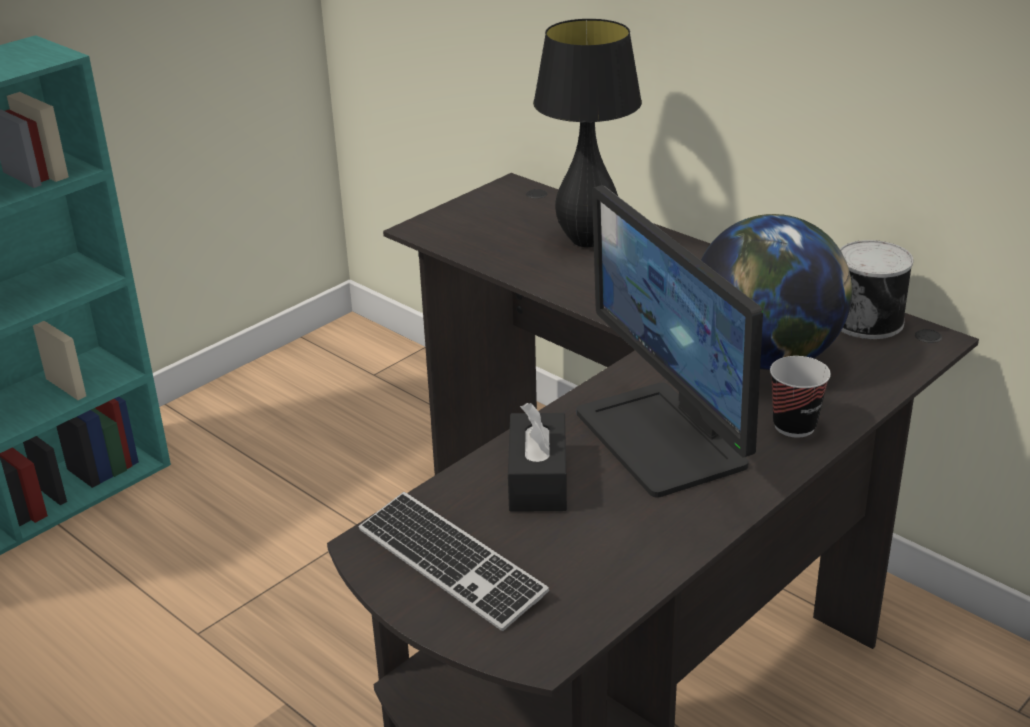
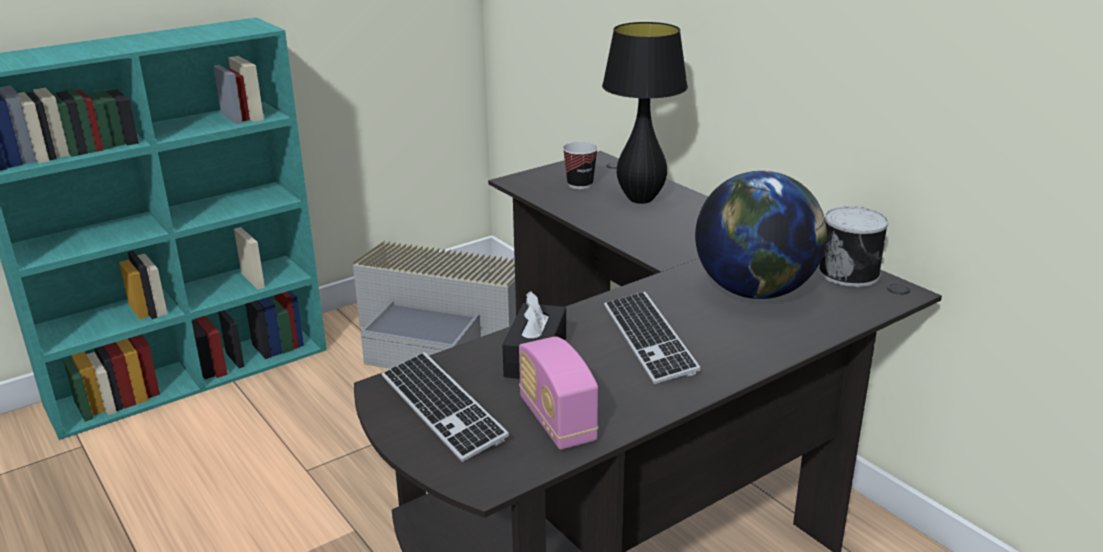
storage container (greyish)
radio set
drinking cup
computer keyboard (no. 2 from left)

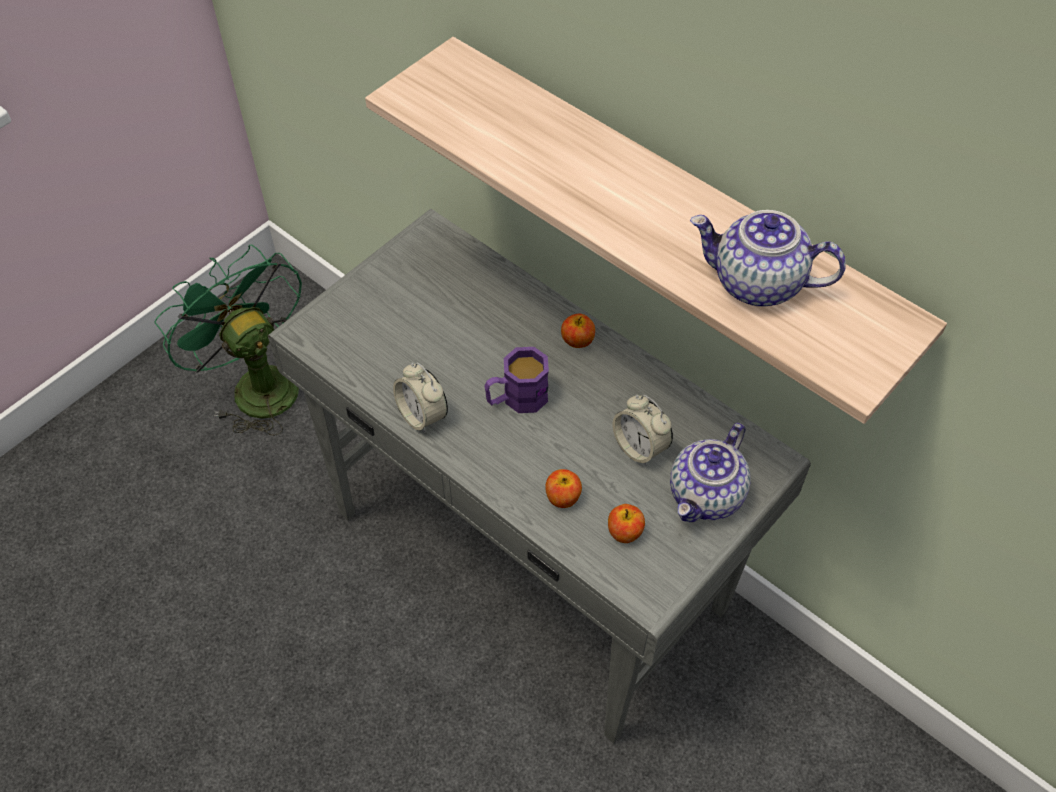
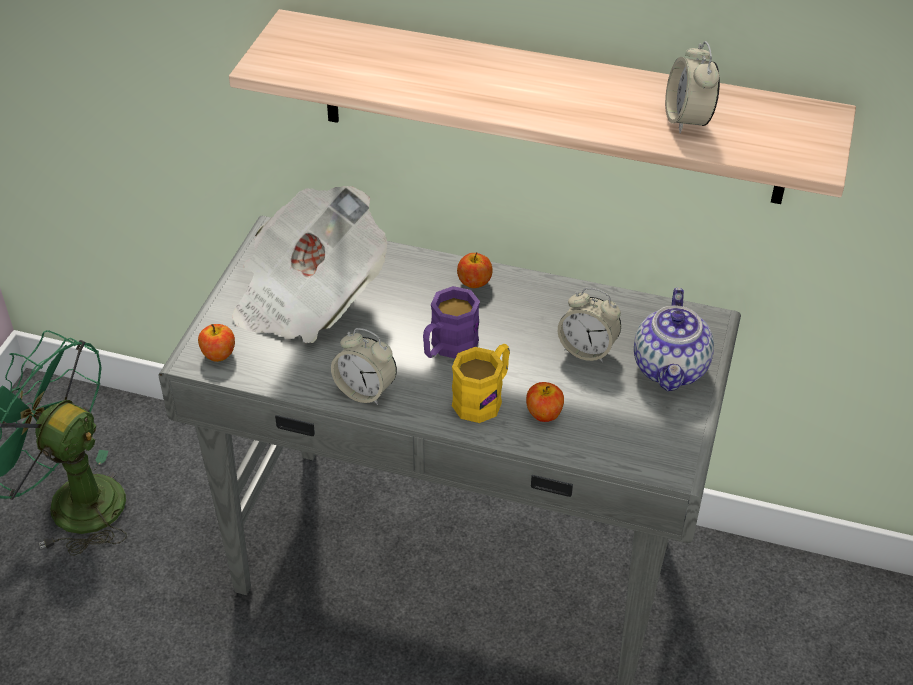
apple fruit (no. 1 from left)
printed paper
mug (yellow)
bedside clock (no. 3 from left)

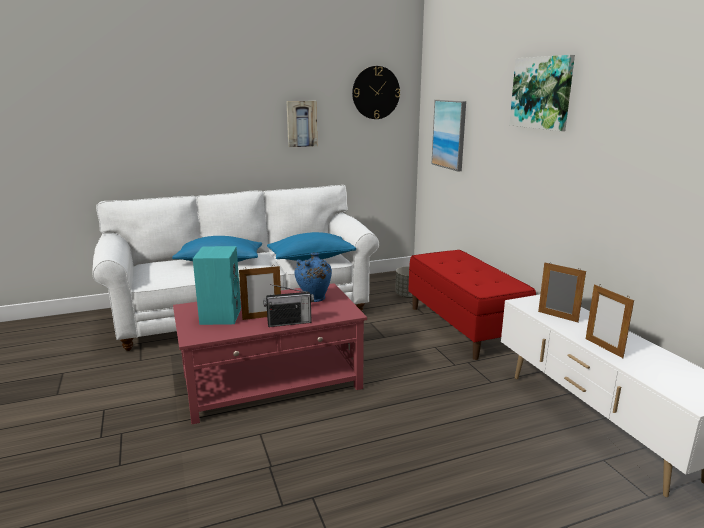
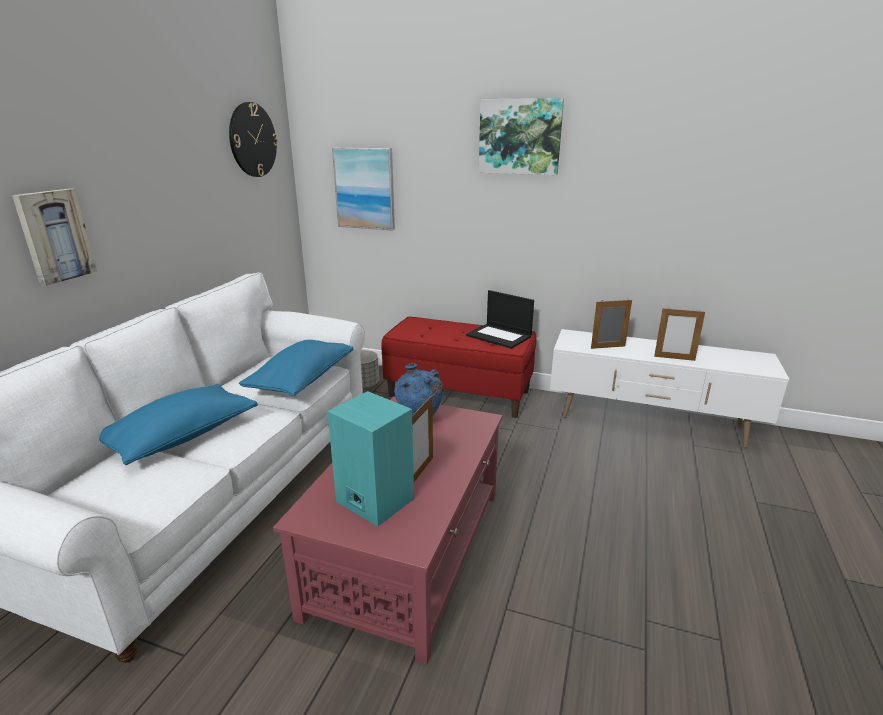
wall art (no. 1 from left)
laptop
radio set

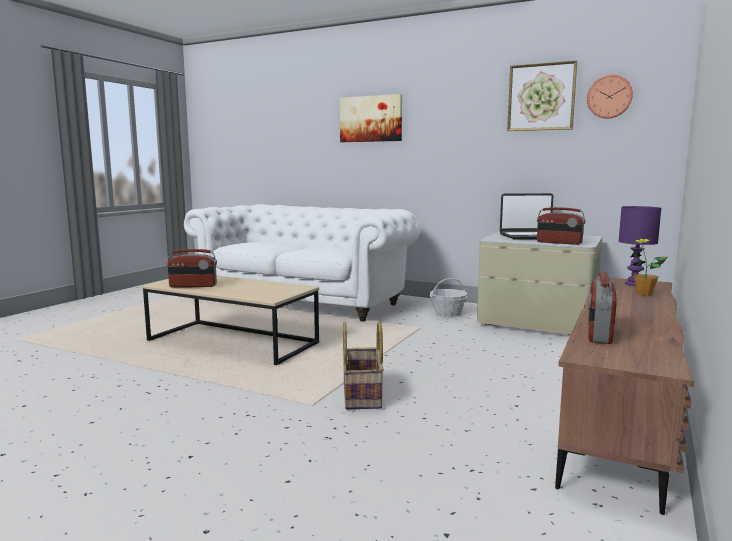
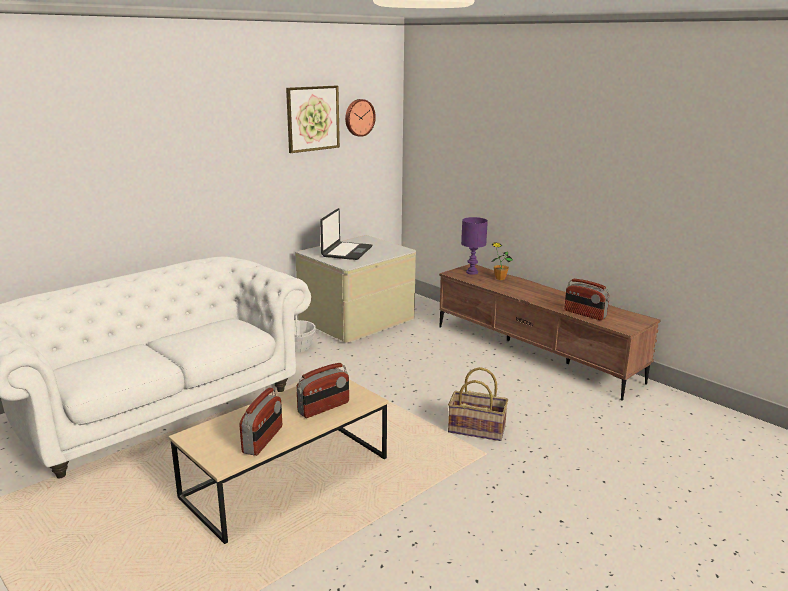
radio set (no. 2 from left)
wall art (no. 1 from left in the first image)

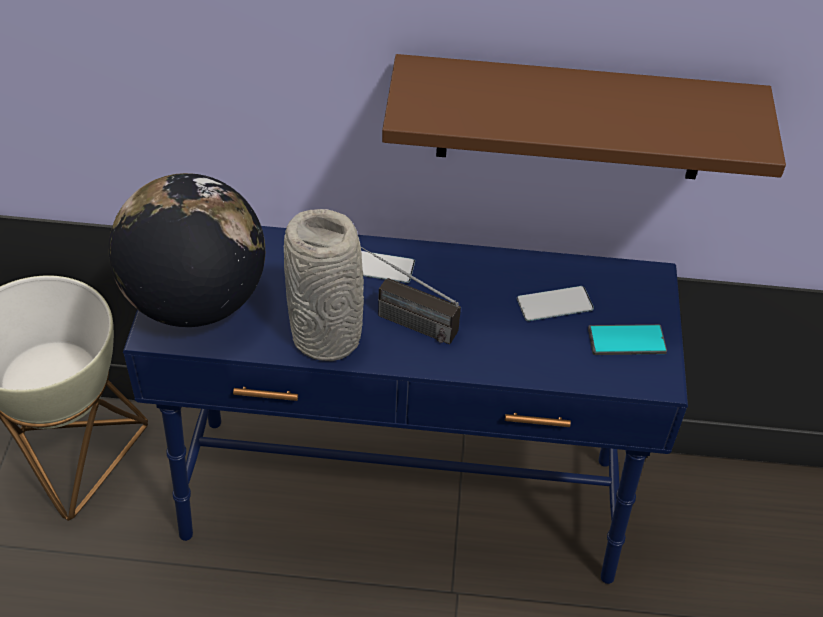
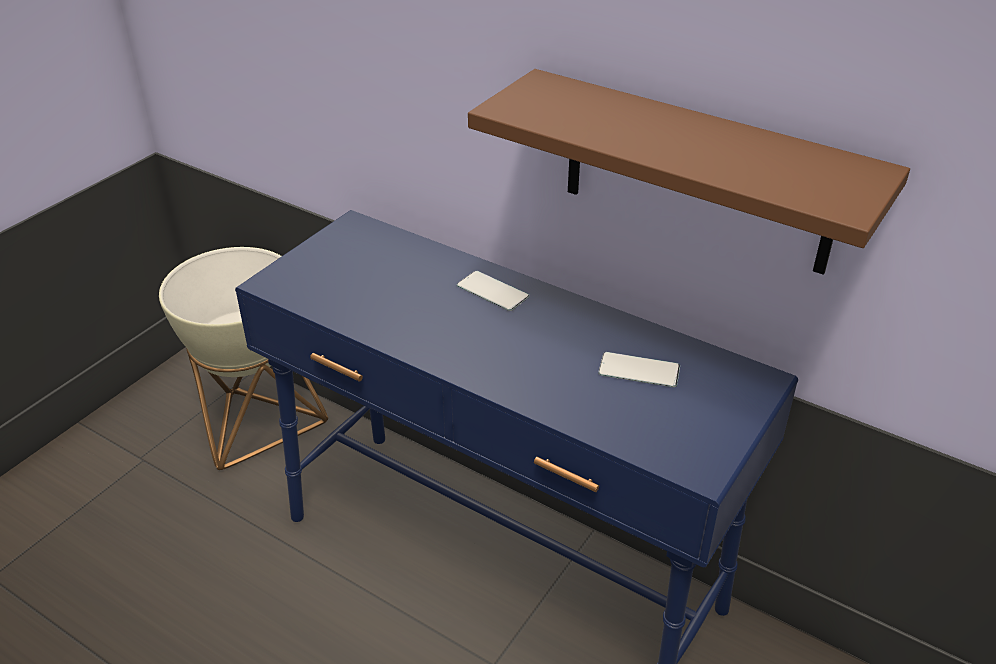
globe
decorative vase (greyish)
radio set
telephone (no. 3 from left in the first image)

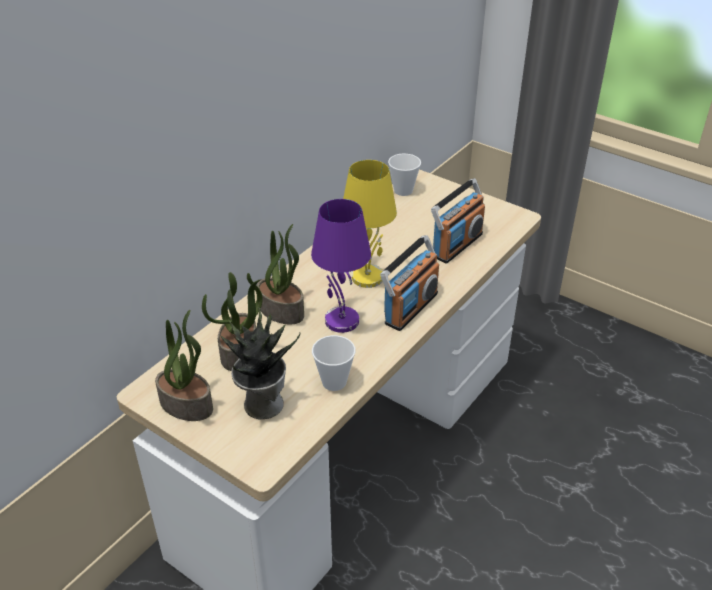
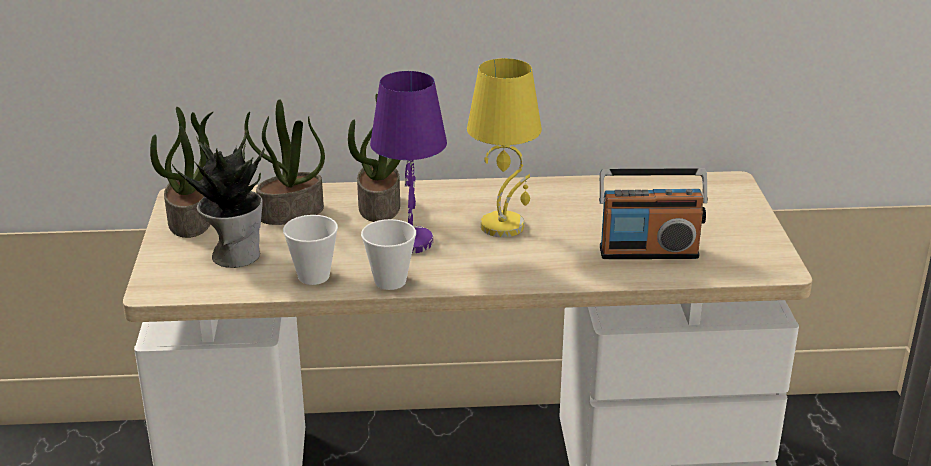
drinking cup (no. 2 from left)
radio set (no. 1 from left in the first image)

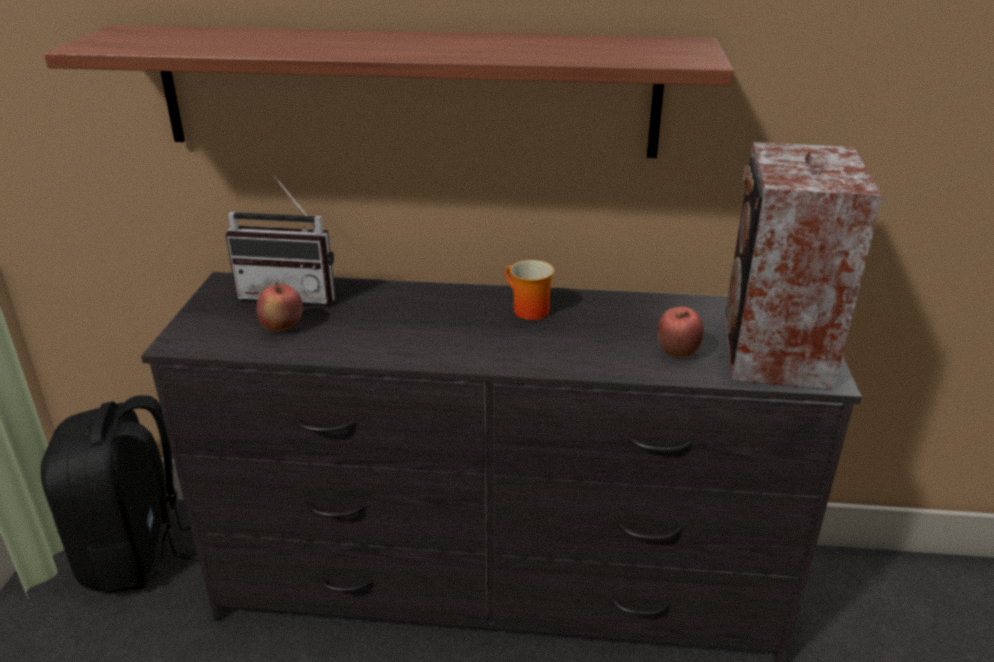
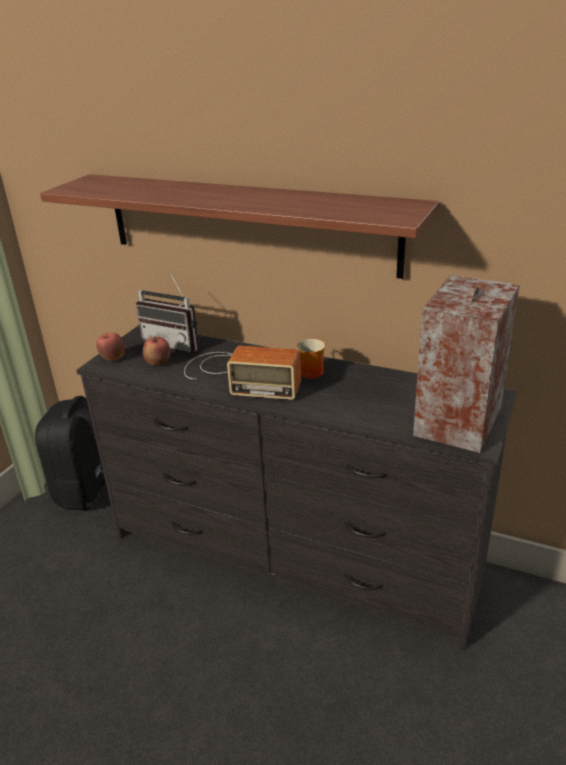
apple fruit (no. 1 from left)
radio set (no. 2 from left)

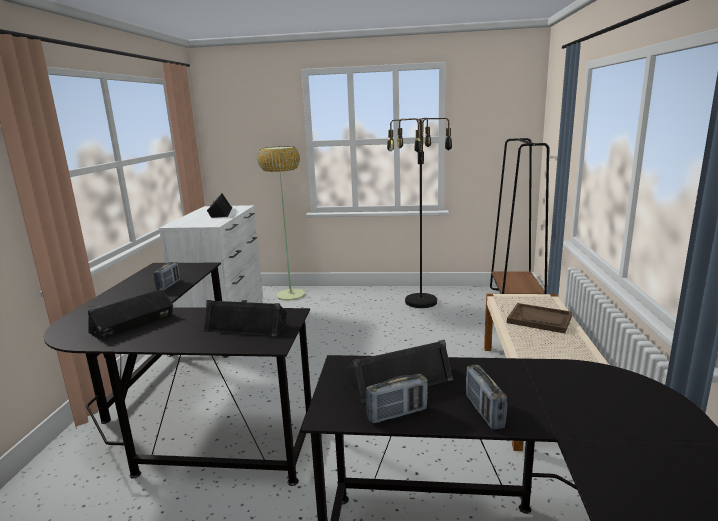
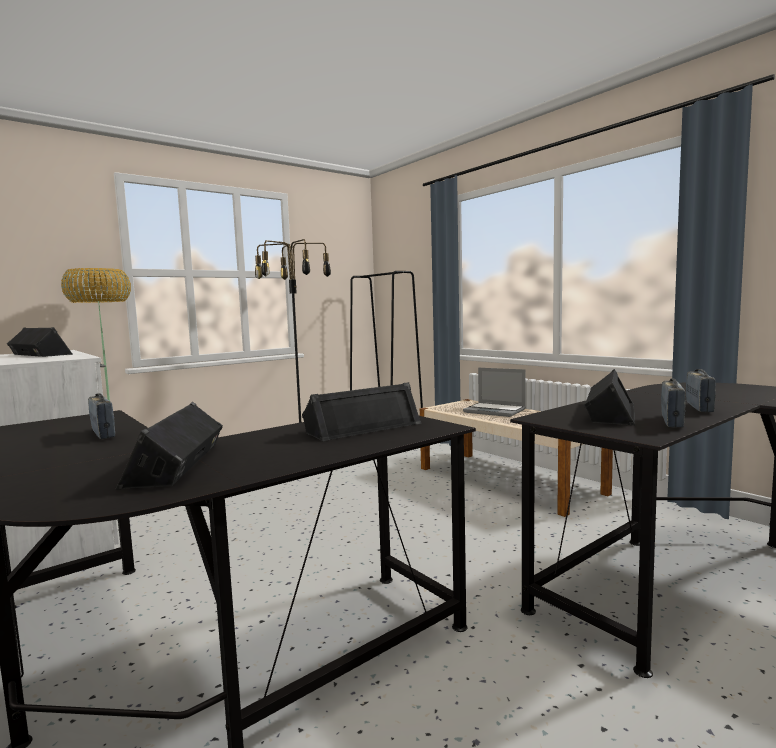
laptop
radio set (no. 3 from left)

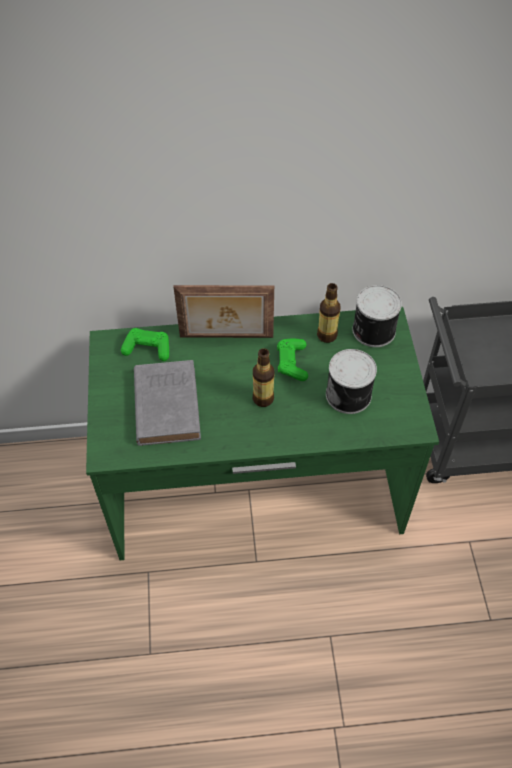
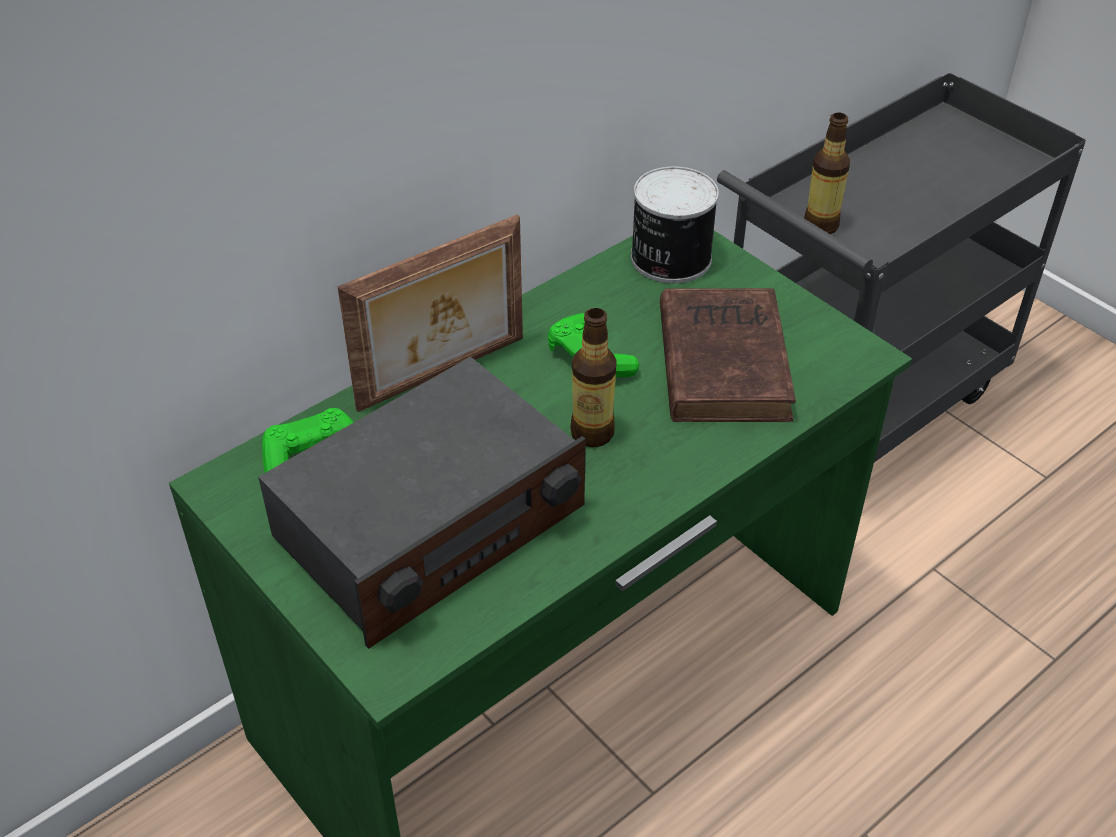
radio set
volume (brownish)
beverage bottle (no. 2 from left)

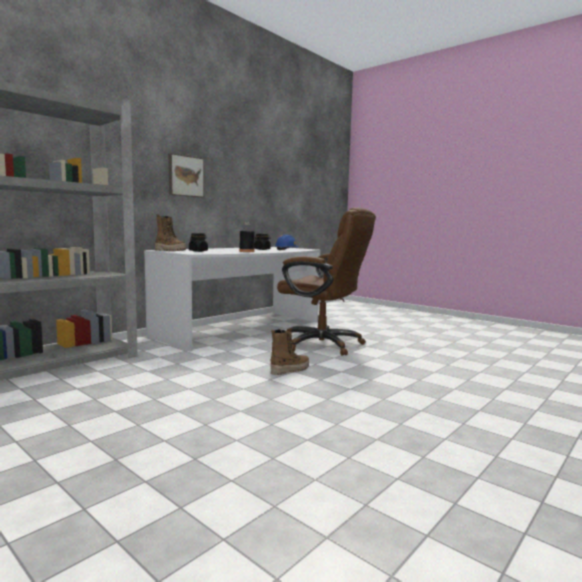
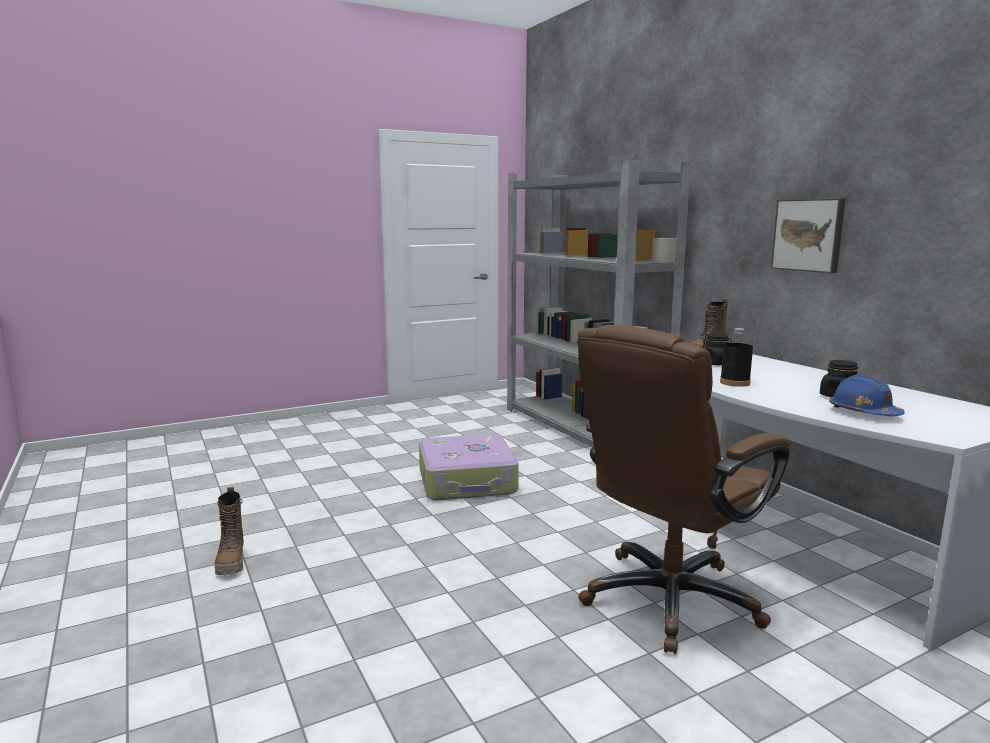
tall boot (no. 1 from left)
travel case

